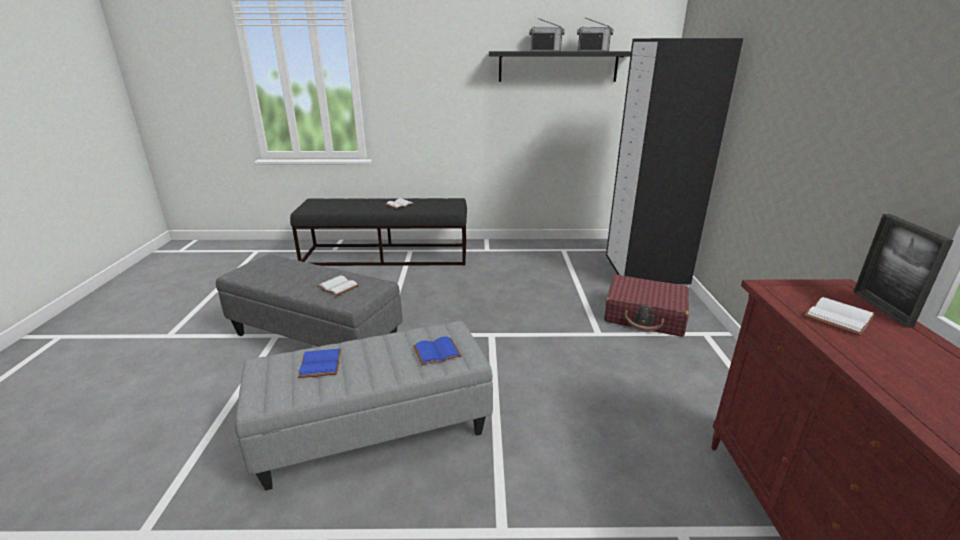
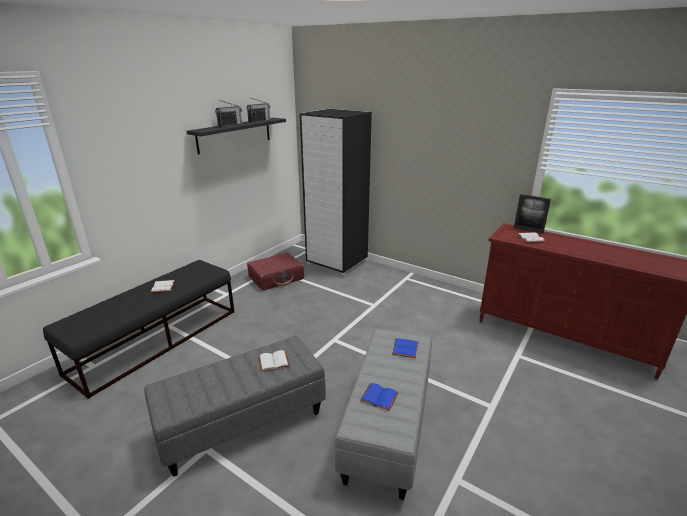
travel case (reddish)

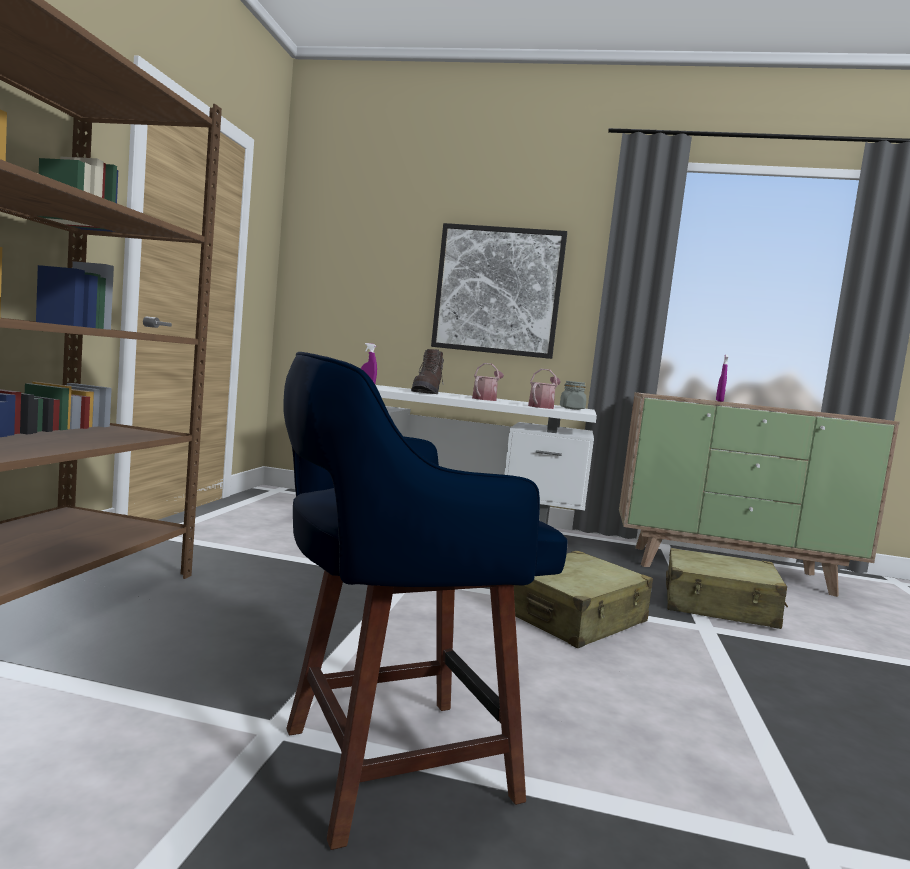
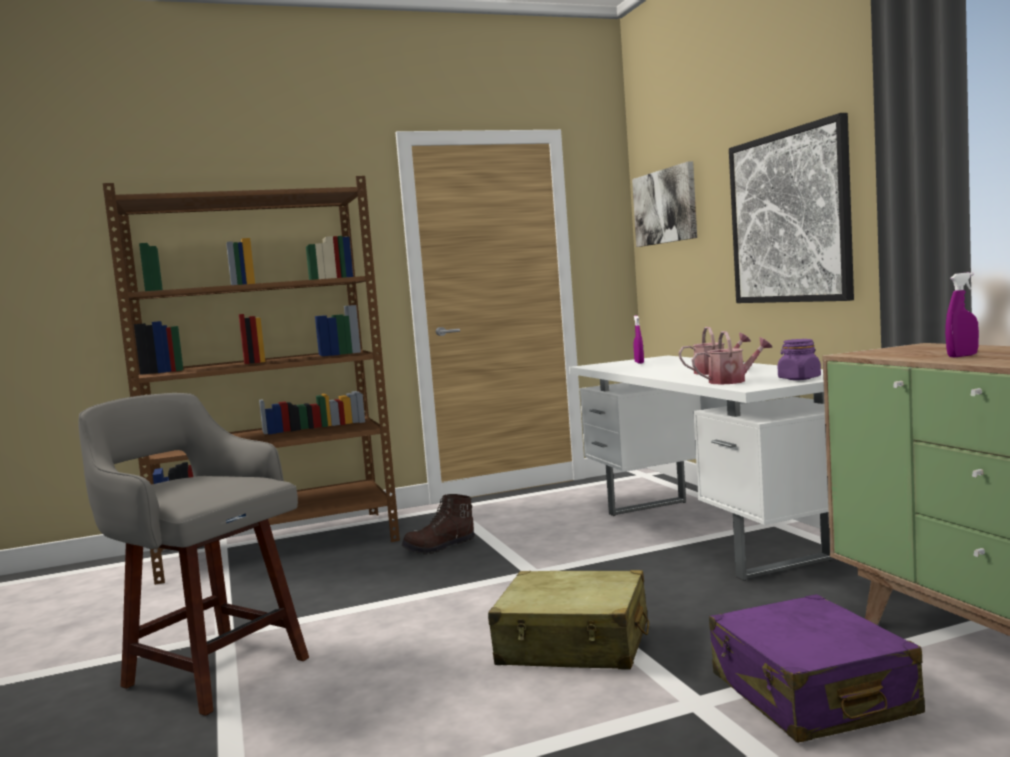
stool seat (greyish)
tall boot (brownish)
wall art (no. 1 from left)
travel case (purple-coloured)
preserve jar (purple-coloured)

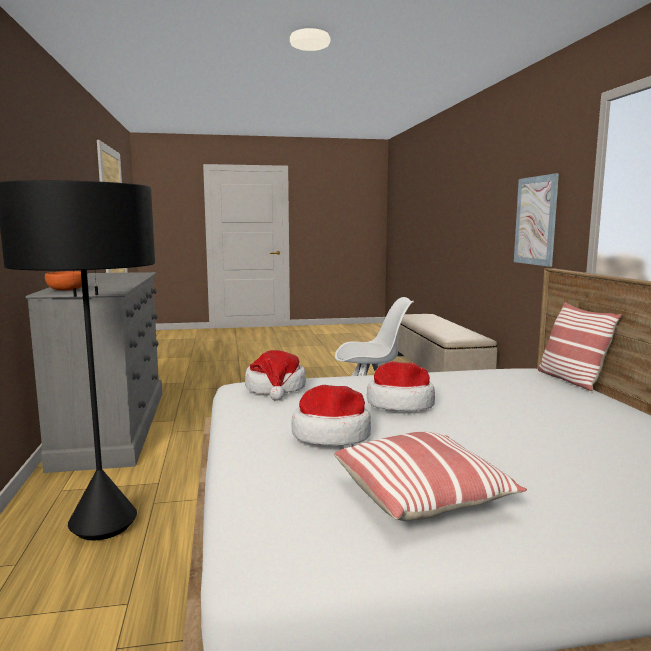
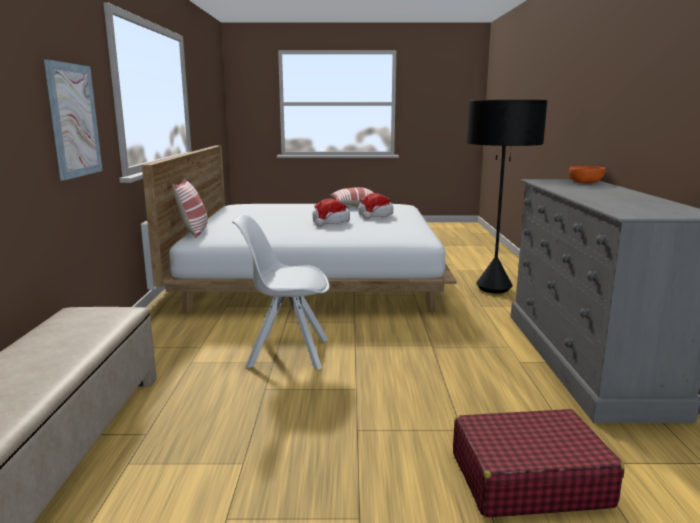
travel case (reddish)
wearable hat (no. 1 from left in the first image)

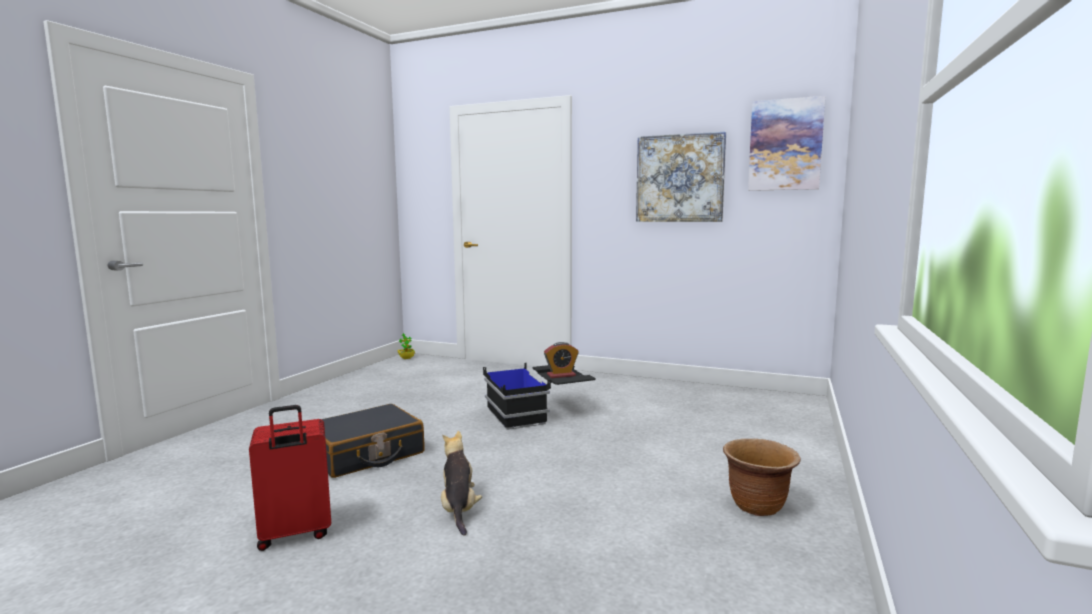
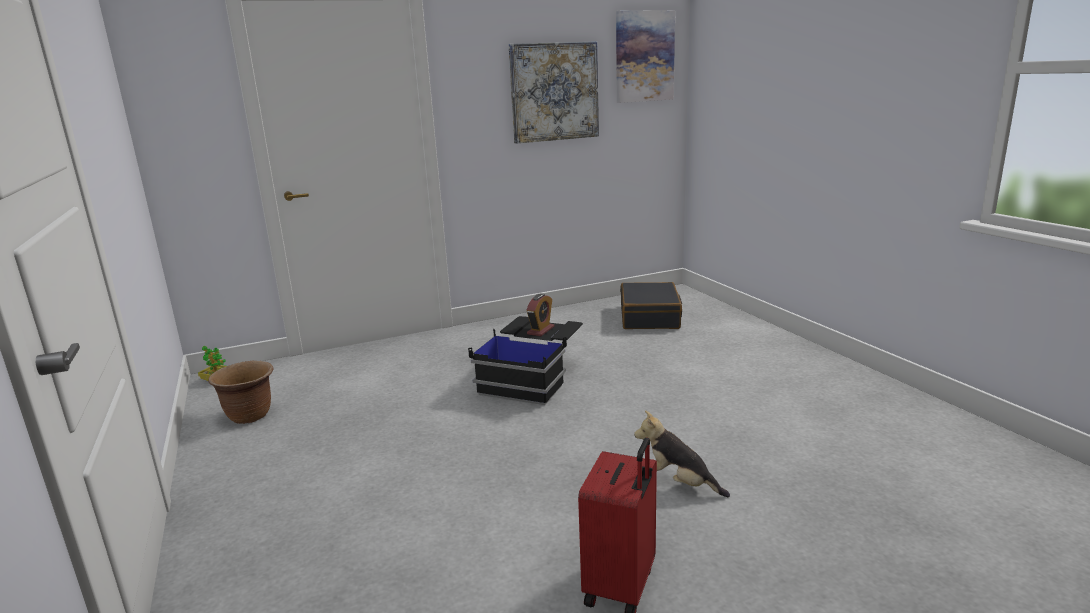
flower pot (brownish)
travel case (black-coloured)

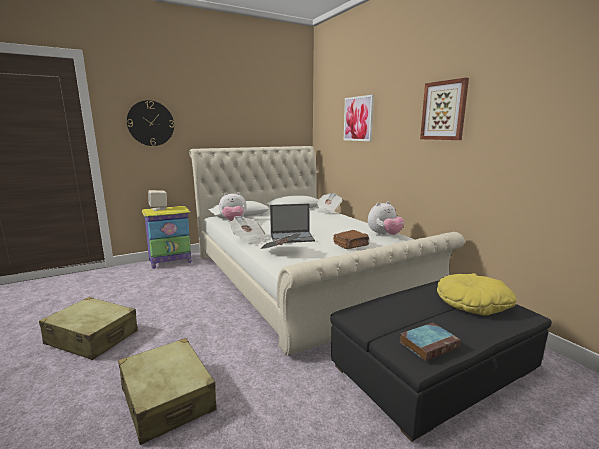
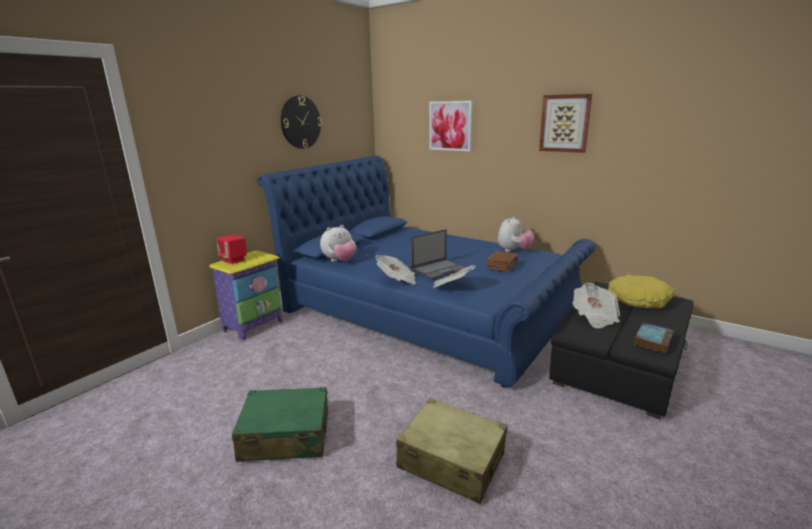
loudspeaker (reddish)
travel case (green)
bedroom bed (blue)
wall clock
printed paper (no. 3 from left)

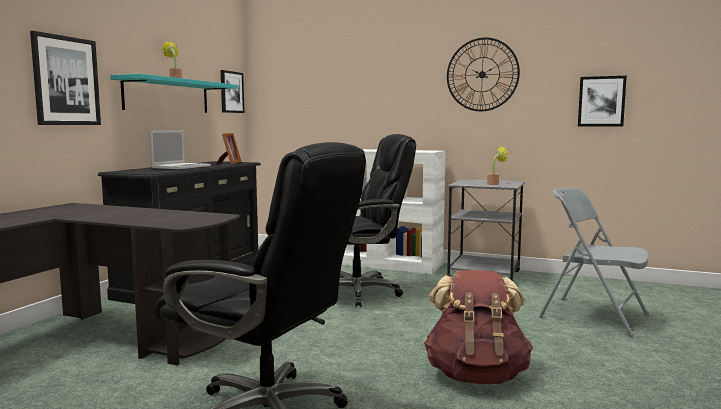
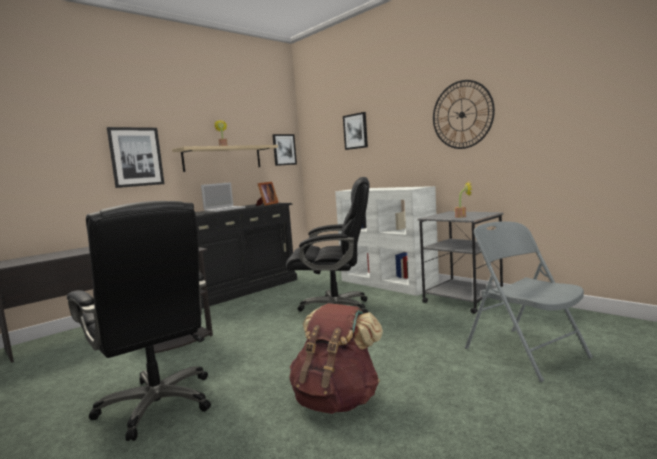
wall shelf (beige)
wall art (no. 3 from left)

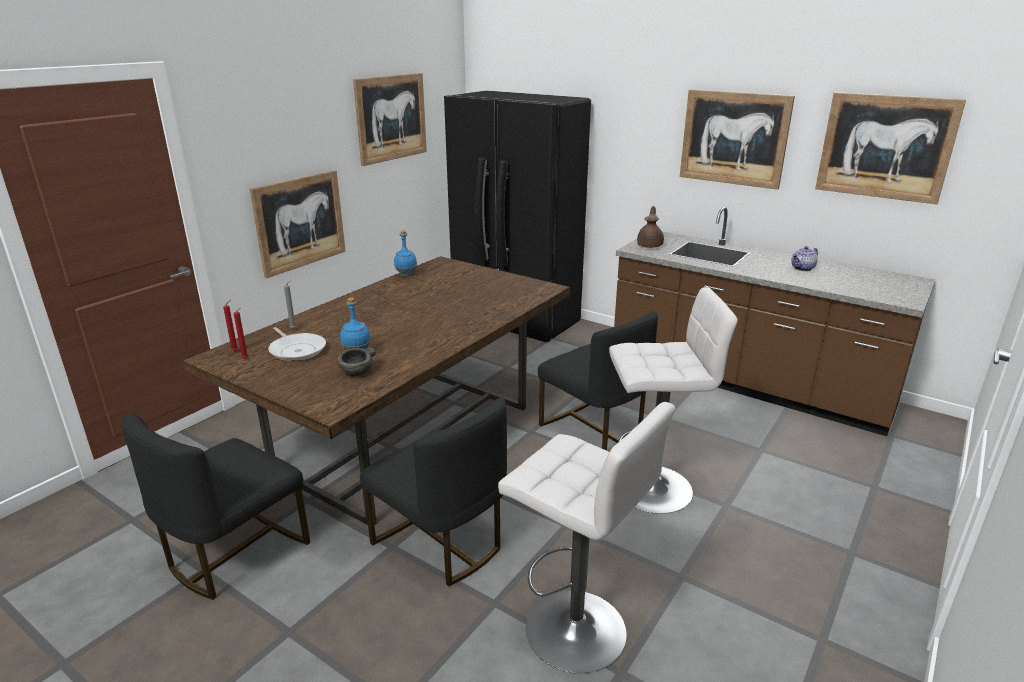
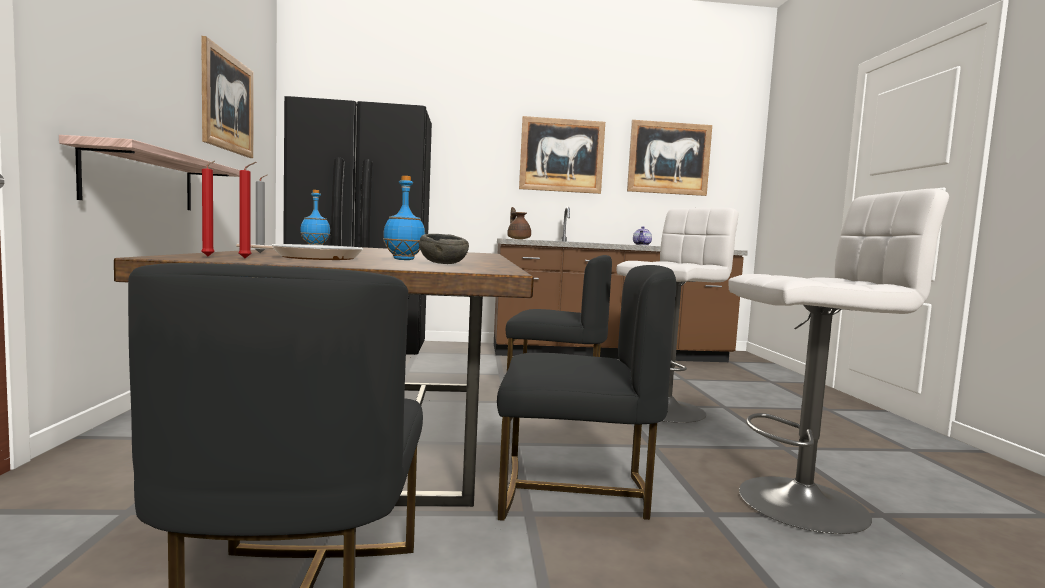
wall shelf

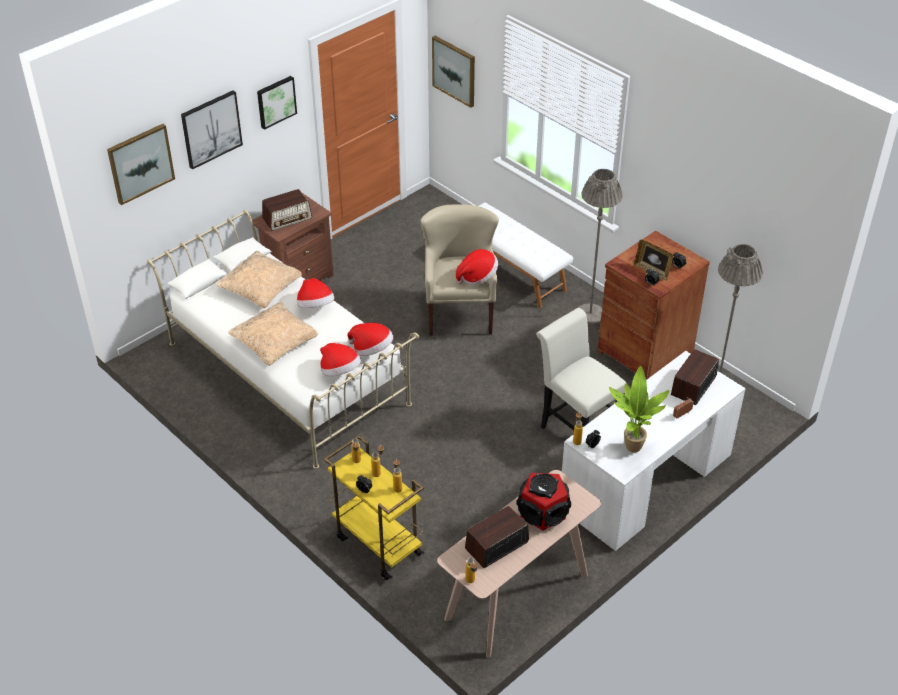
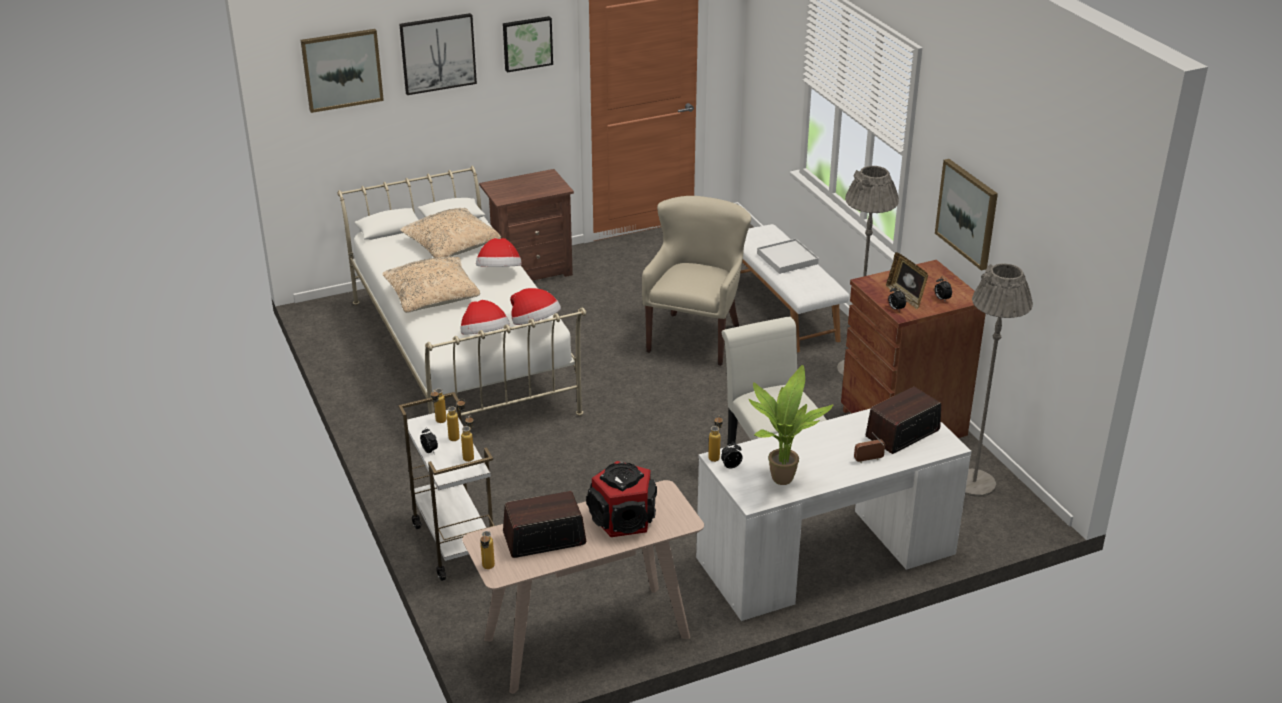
wheeled cart (white-coloured)
tray (white-coloured)
wall art (no. 4 from left)
radio set (no. 1 from left in the first image)
wearable hat (no. 4 from left in the first image)

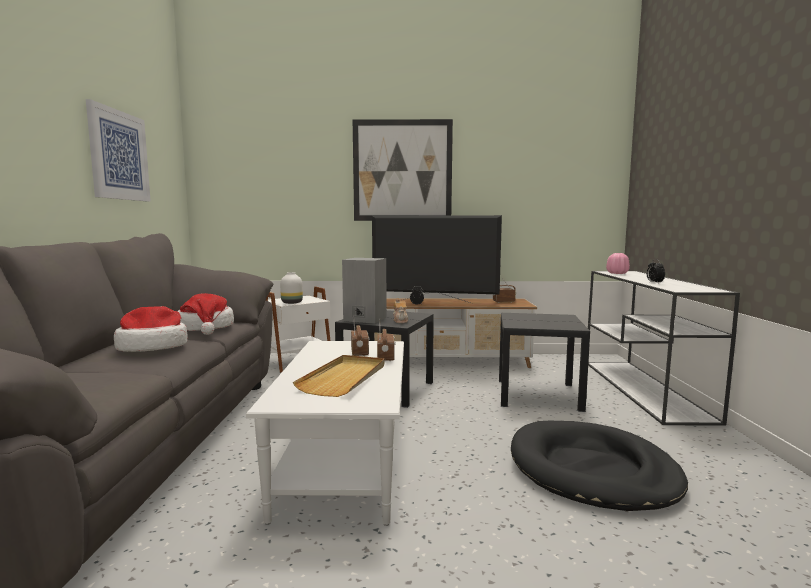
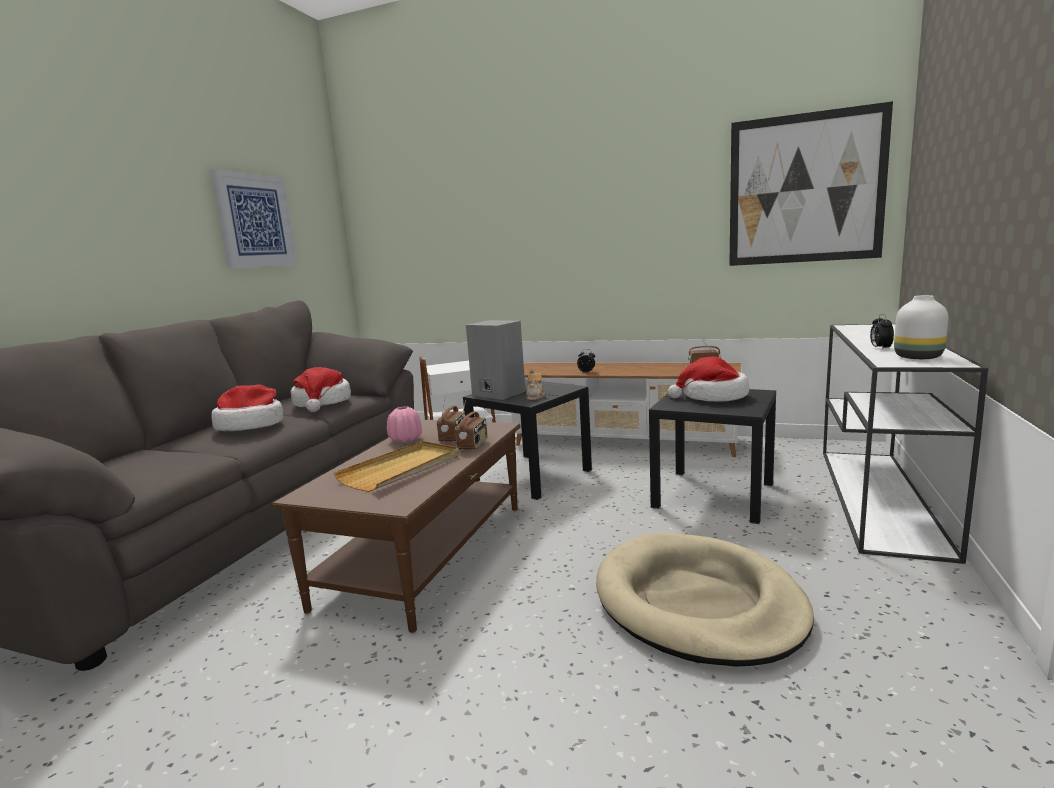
coffee table (brownish)
decorative vase (pinkish)
dog bed (beige)
wearable hat (no. 3 from left)
wall art (no. 2 from left)
decorative vase (white-coloured)
TV set

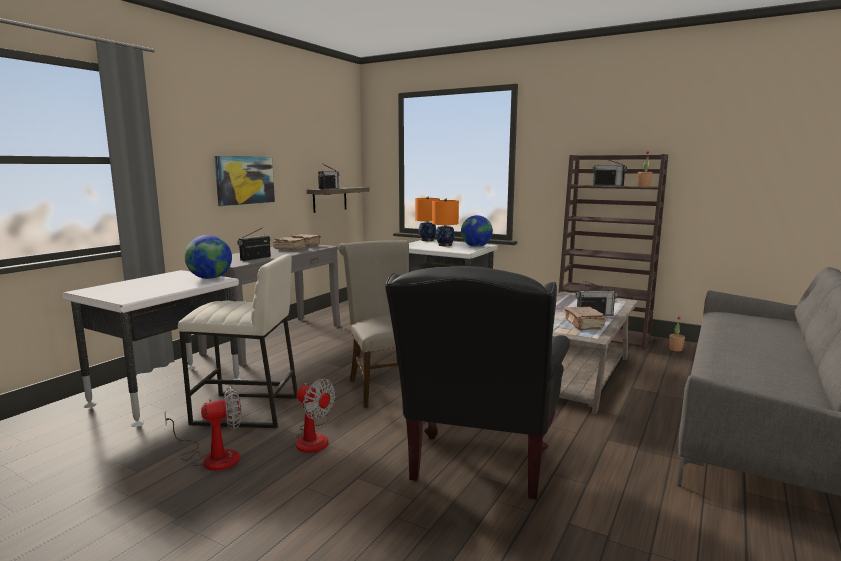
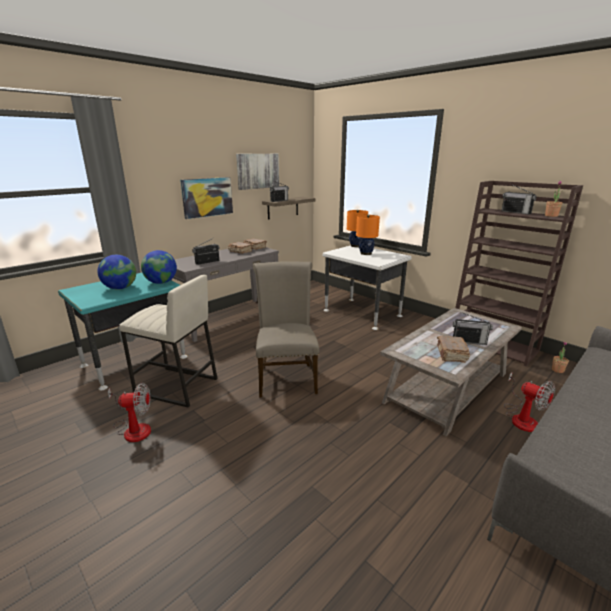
desk table (blue-green)
globe (no. 1 from left)
wall art (no. 2 from left)
fan (no. 2 from left)
easy chair (black-coloured)

